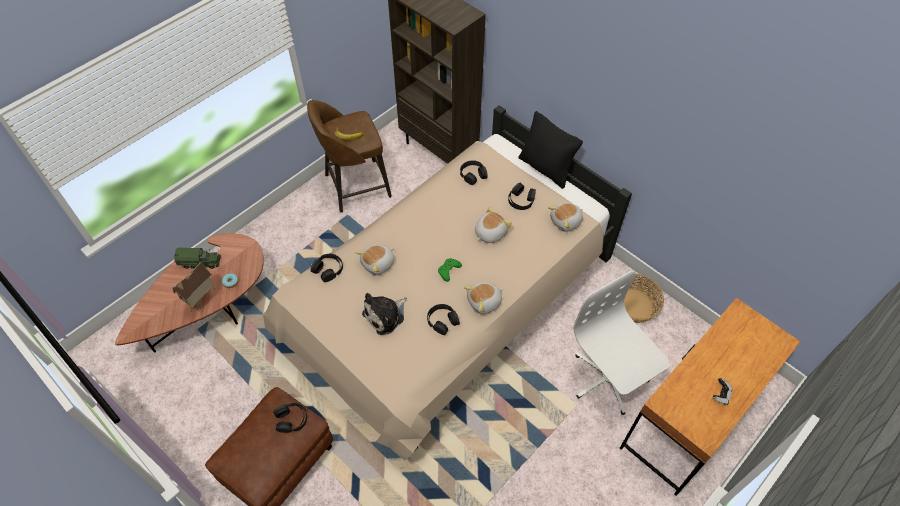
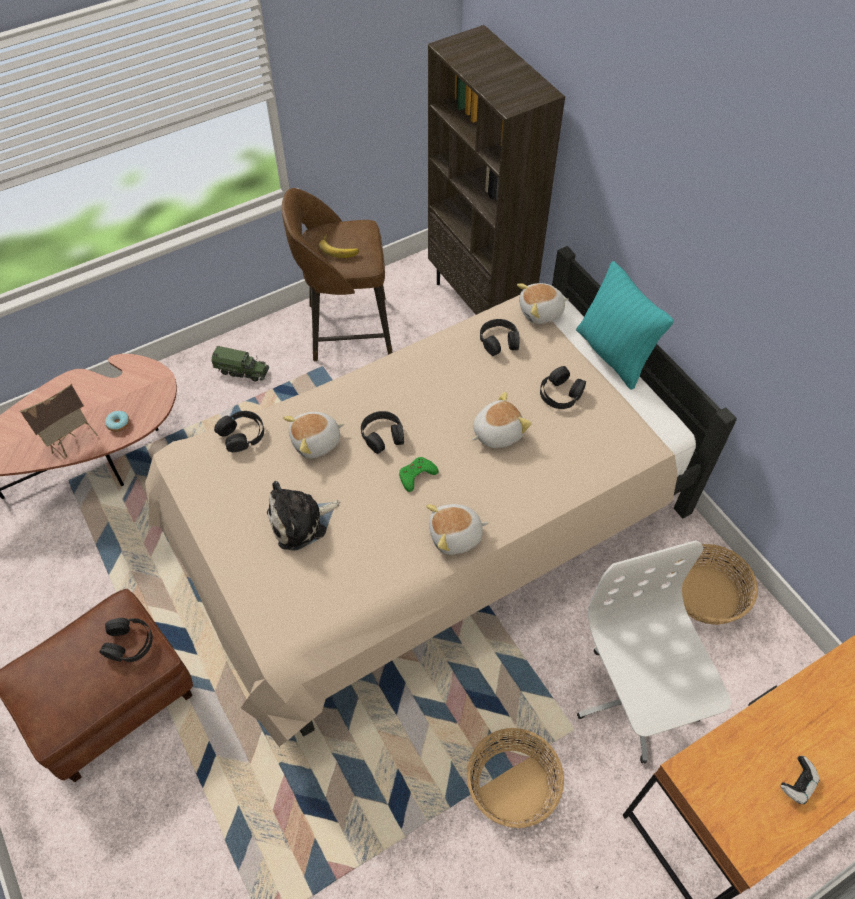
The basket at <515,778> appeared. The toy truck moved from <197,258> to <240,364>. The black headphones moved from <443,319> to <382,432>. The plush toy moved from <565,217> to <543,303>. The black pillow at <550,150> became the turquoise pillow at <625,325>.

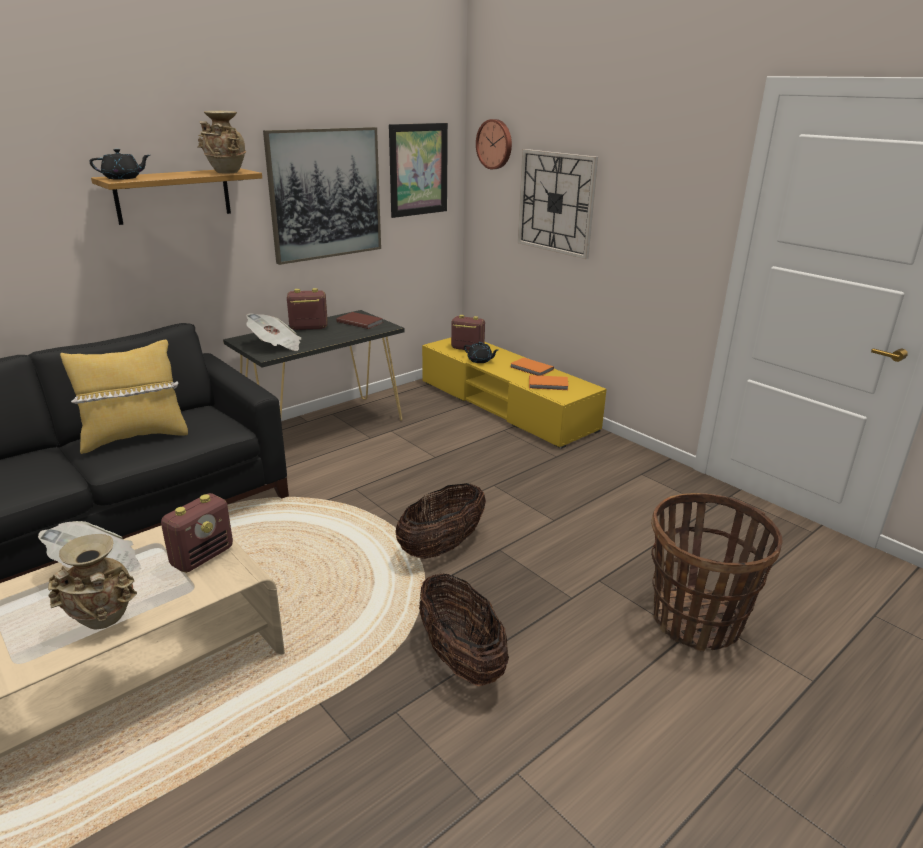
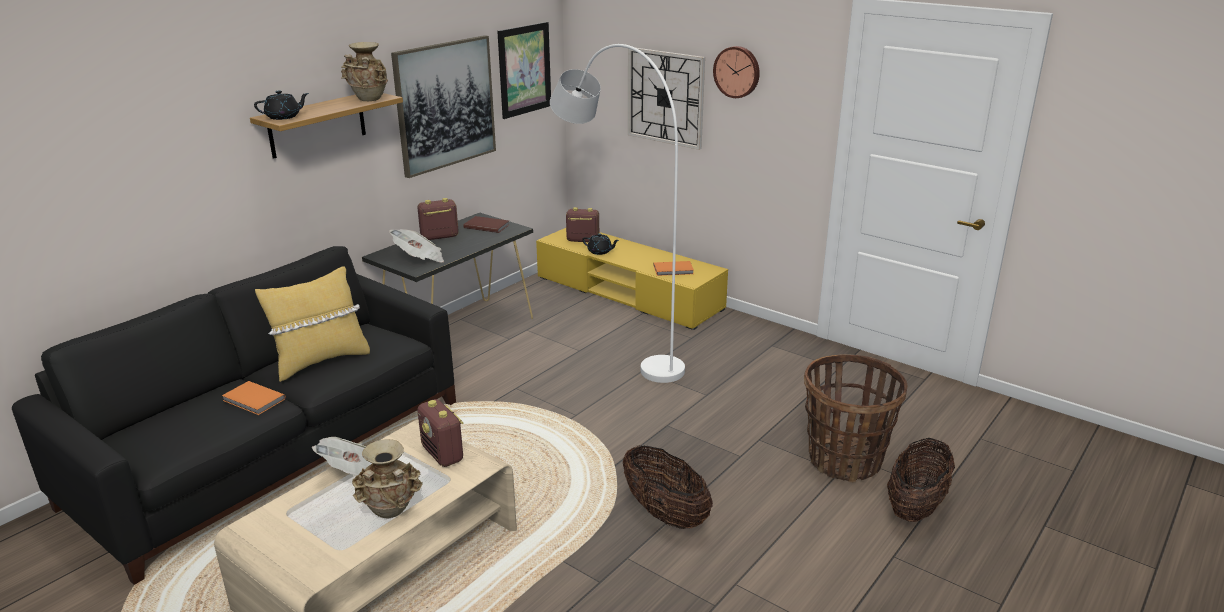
The white floor lamp at <617,213> appeared. The basket moved from <440,521> to <921,480>. The wall clock moved from <494,144> to <736,72>. The orange book moved from <532,367> to <254,398>. The radio at <197,533> turned 120 degrees clockwise.

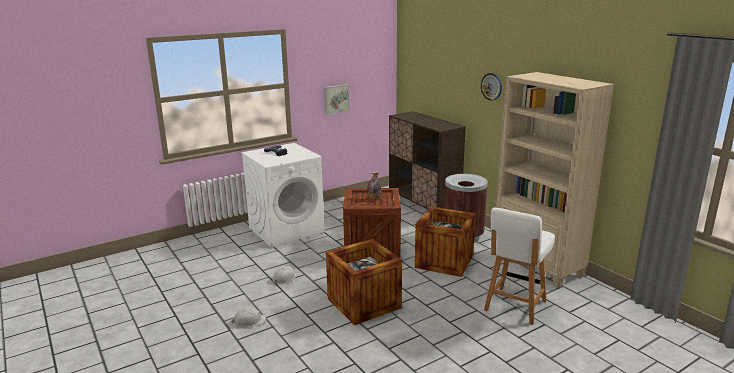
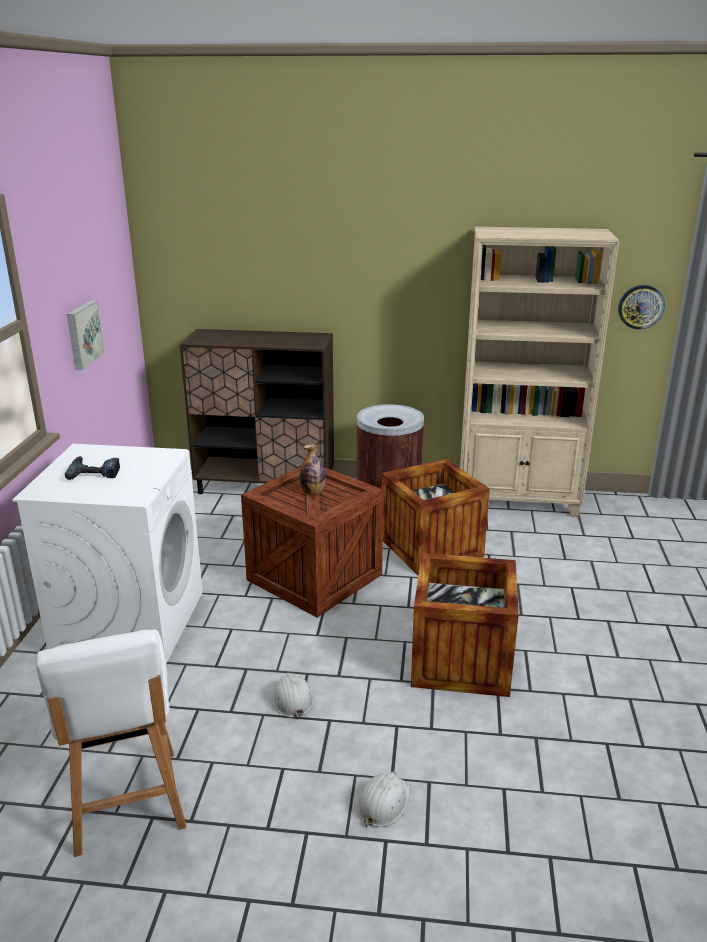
The wall clock moved from <491,87> to <641,307>. The white chair moved from <519,266> to <111,743>.

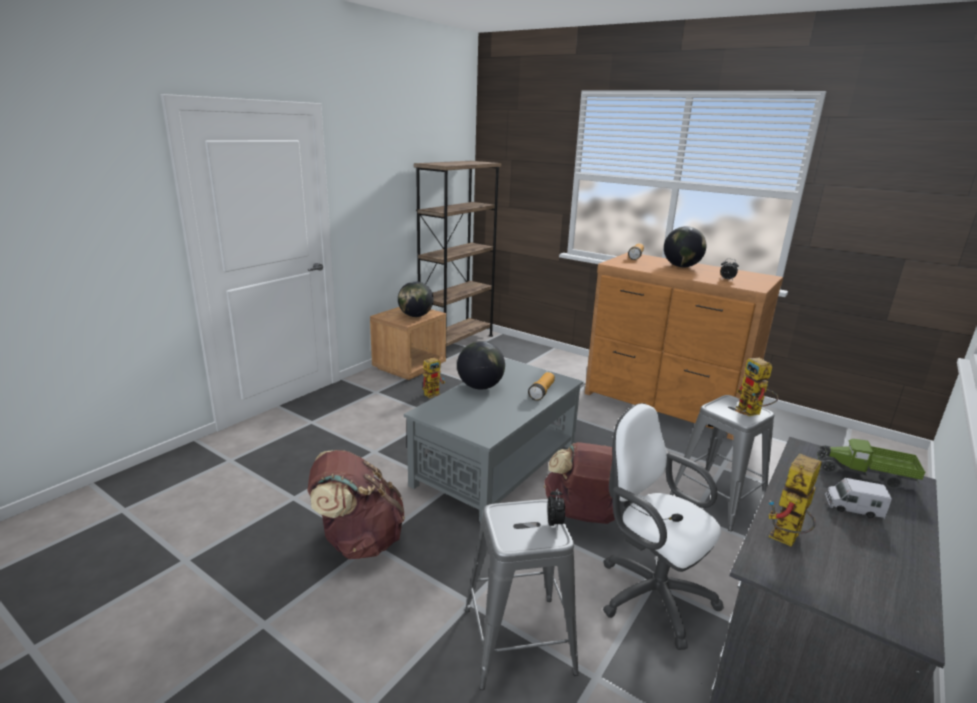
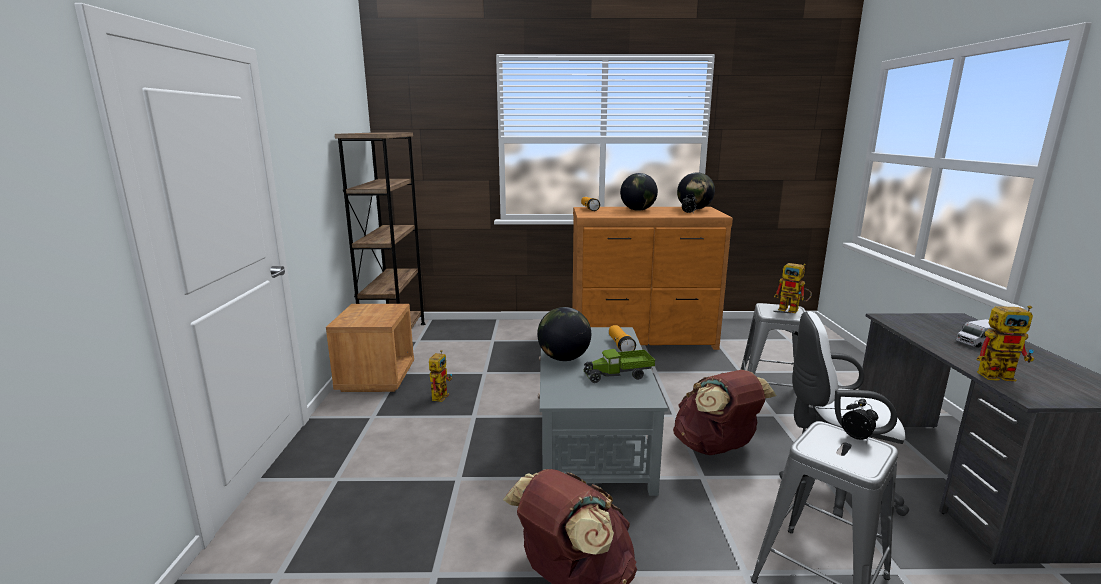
The globe moved from <416,299> to <696,191>. The toy truck moved from <871,464> to <619,366>. The toy robot at <795,500> turned 90 degrees counterclockwise.

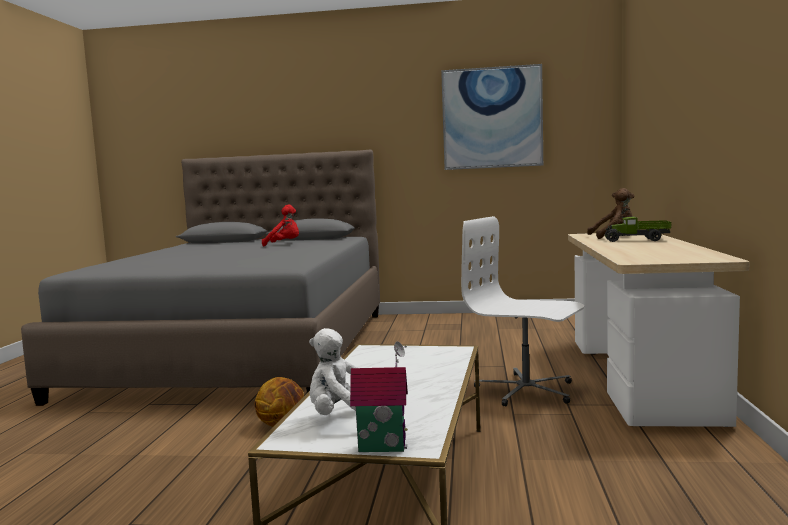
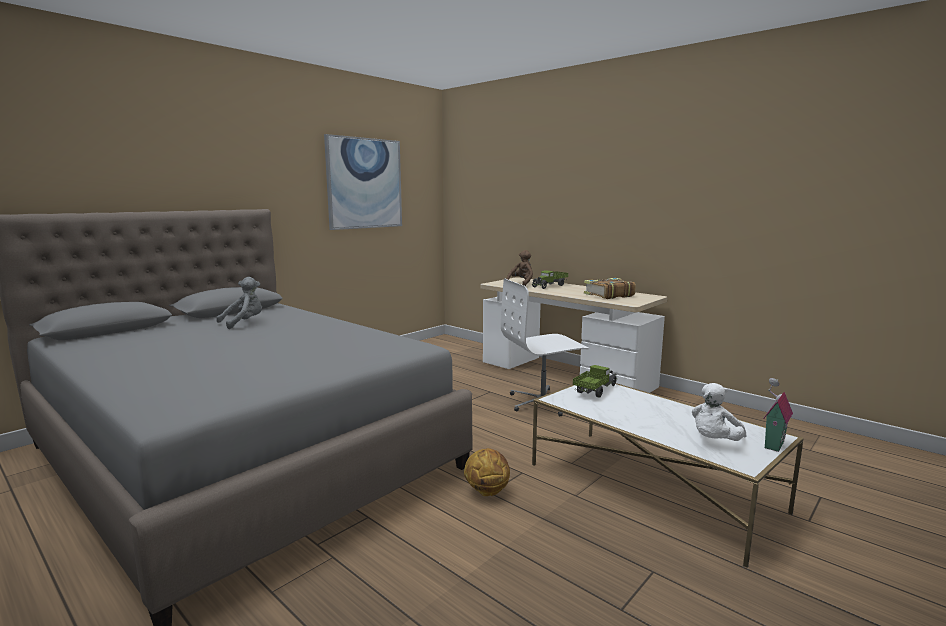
The toy truck at <595,381> appeared. The book at <610,288> appeared. The red plush toy at <280,225> became the grey plush toy at <239,303>.

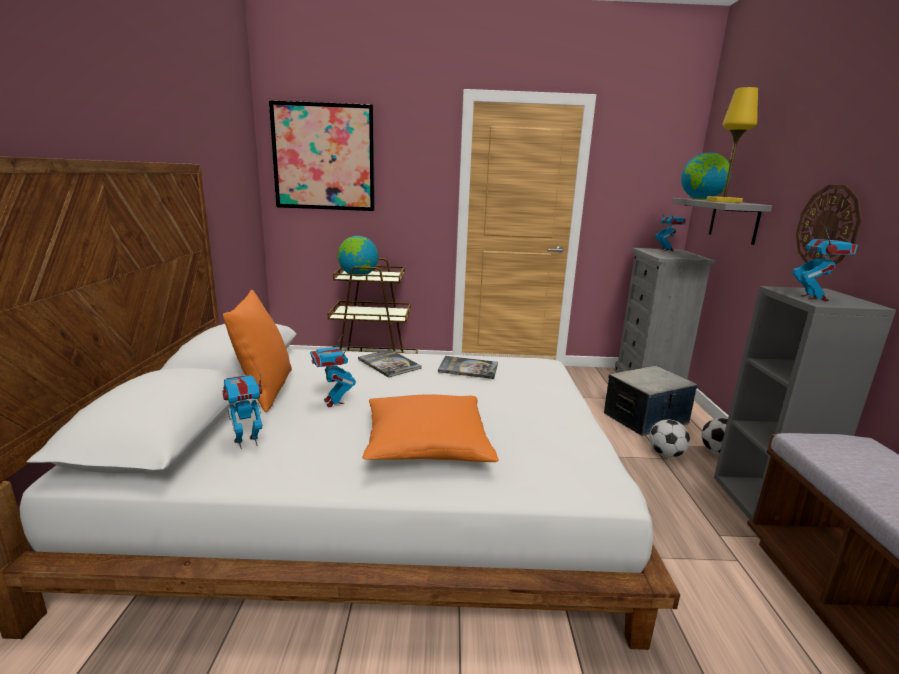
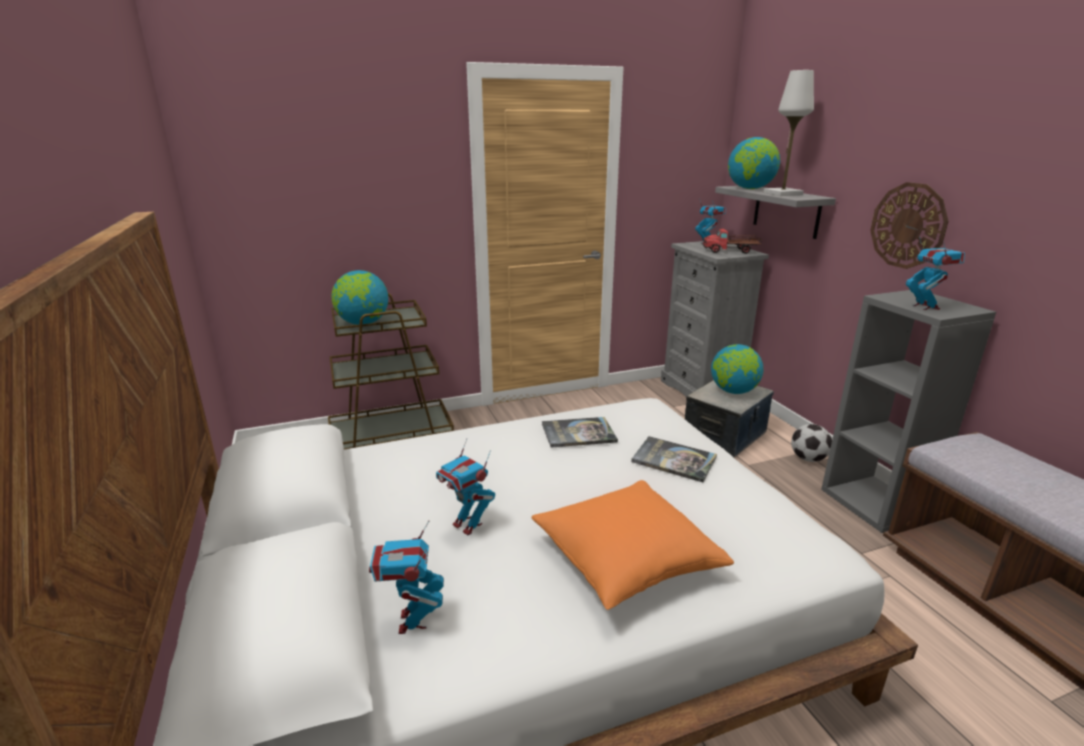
The orange pillow at <257,351> disappeared. The picture at <322,155> disappeared. The football at <669,438> disappeared. The toy truck at <732,241> appeared. The globe at <737,369> appeared. The book moved from <390,363> to <674,459>. The yellow table lamp at <732,145> became the white table lamp at <789,133>. The toy robot at <242,411> turned 45 degrees counterclockwise.

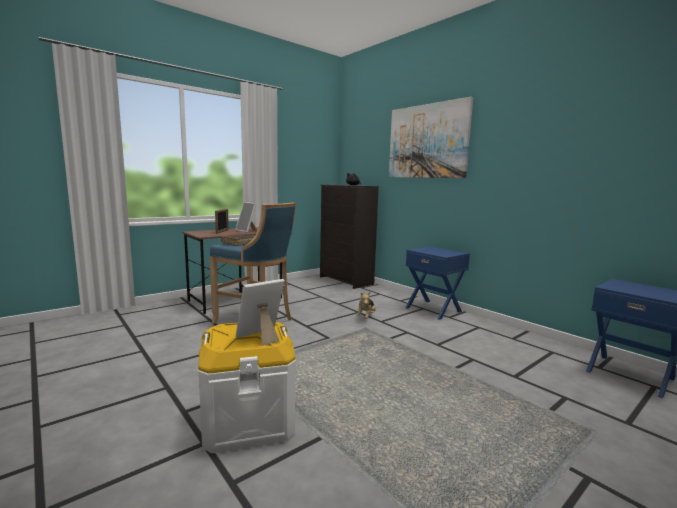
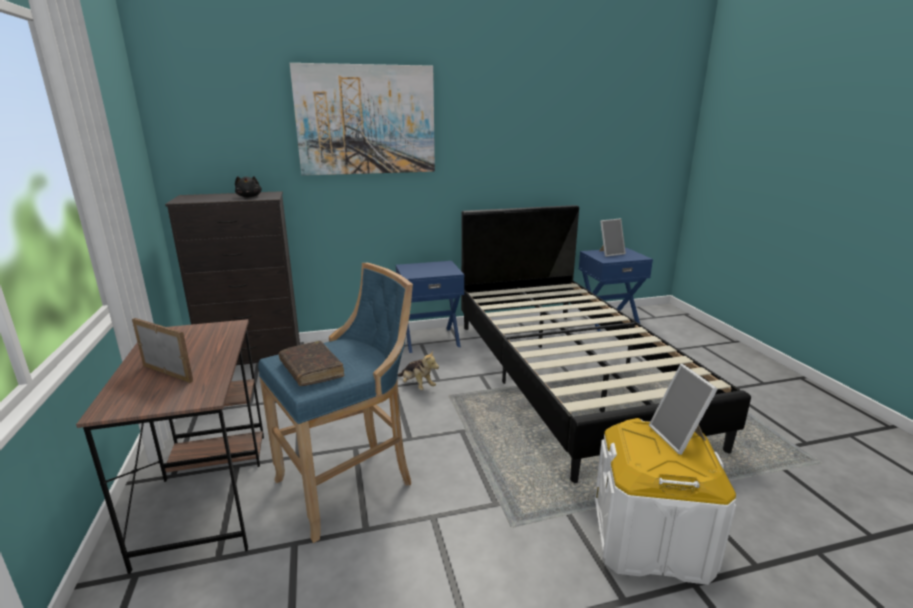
The black bed at <606,344> appeared. The picture frame moved from <246,217> to <612,237>.

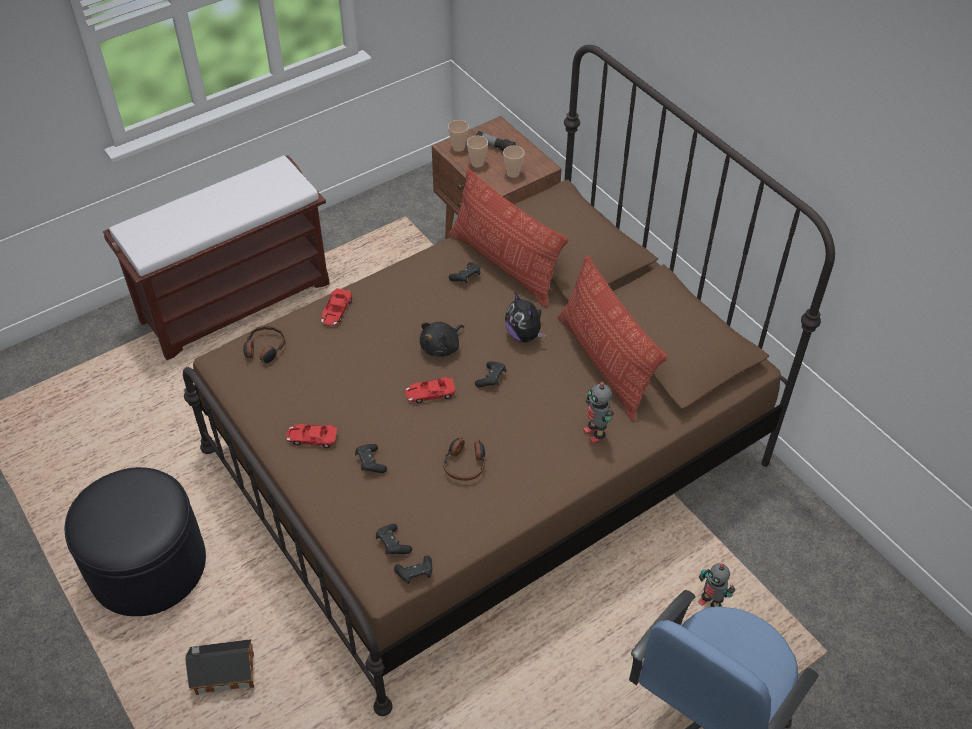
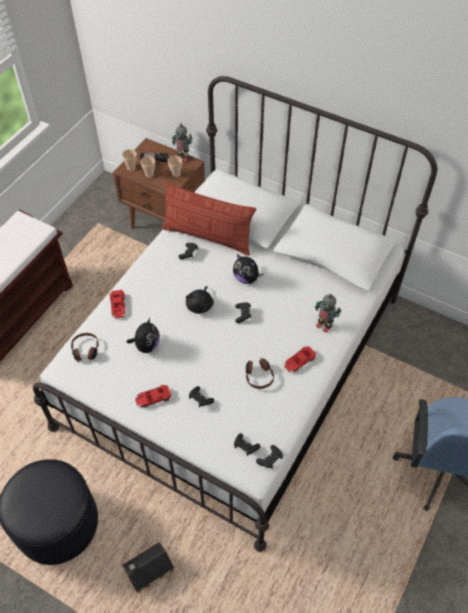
The pillow at <612,338> disappeared. The plush toy at <143,335> appeared. The red toy car moved from <430,390> to <300,359>. The toy robot moved from <716,585> to <182,143>. The brown bed at <509,380> became the white bed at <235,314>.

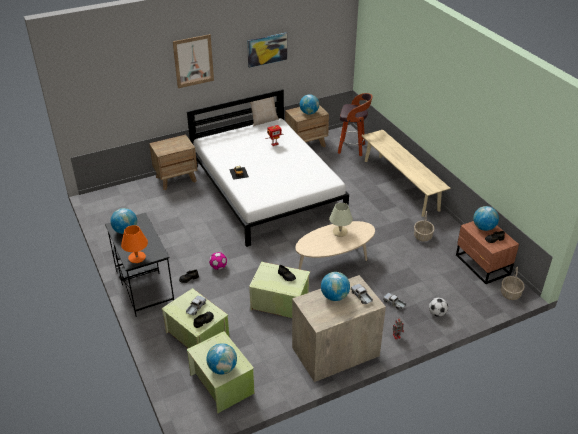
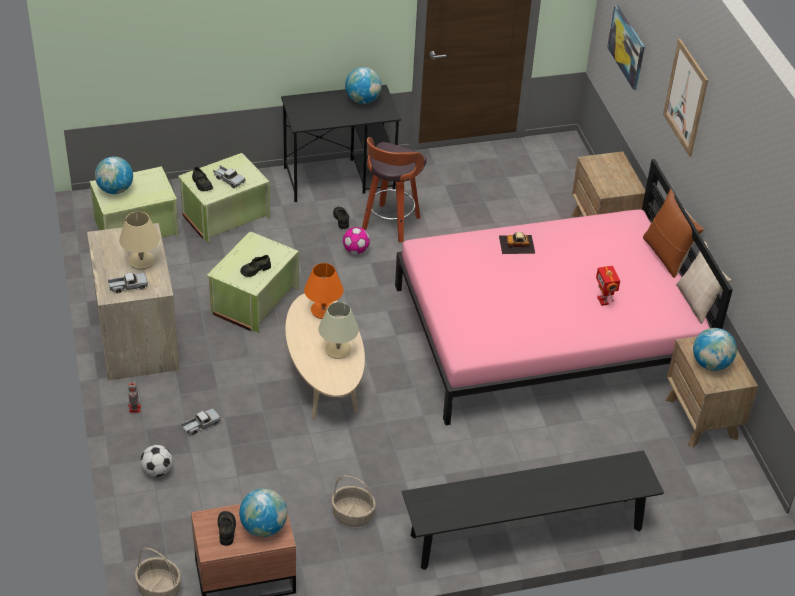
The brown pillow at <673,233> appeared. The orange table lamp moved from <134,244> to <323,291>. The picture moved from <267,50> to <626,47>. The stool moved from <355,124> to <394,189>. The globe at <335,286> was replaced by the beige table lamp at <139,241>. The white bed at <268,168> became the pink bed at <564,292>. The beige bench at <406,173> became the black bench at <533,510>.

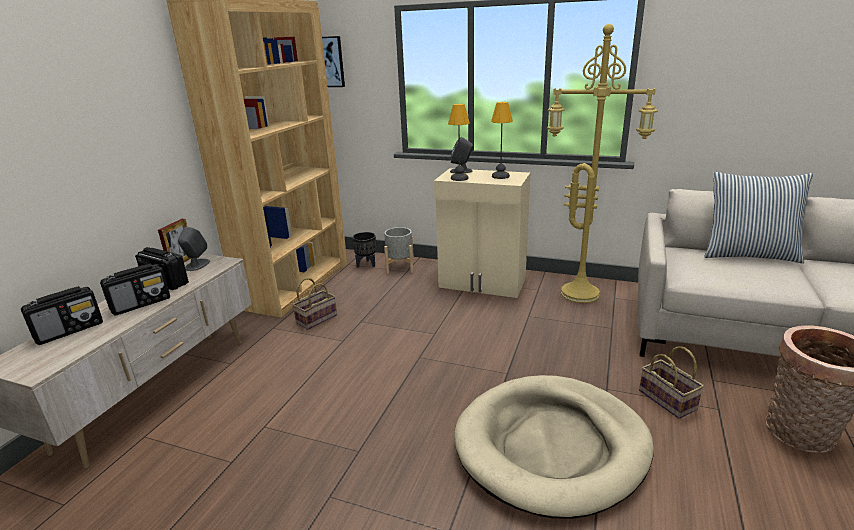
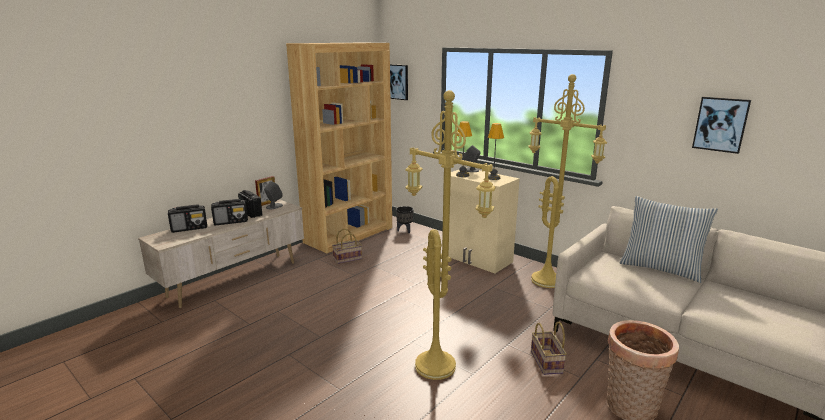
The grey planter at <399,250> disappeared. The picture at <721,125> appeared. The beige dog bed at <553,447> was replaced by the yellow floor lamp at <450,235>.

